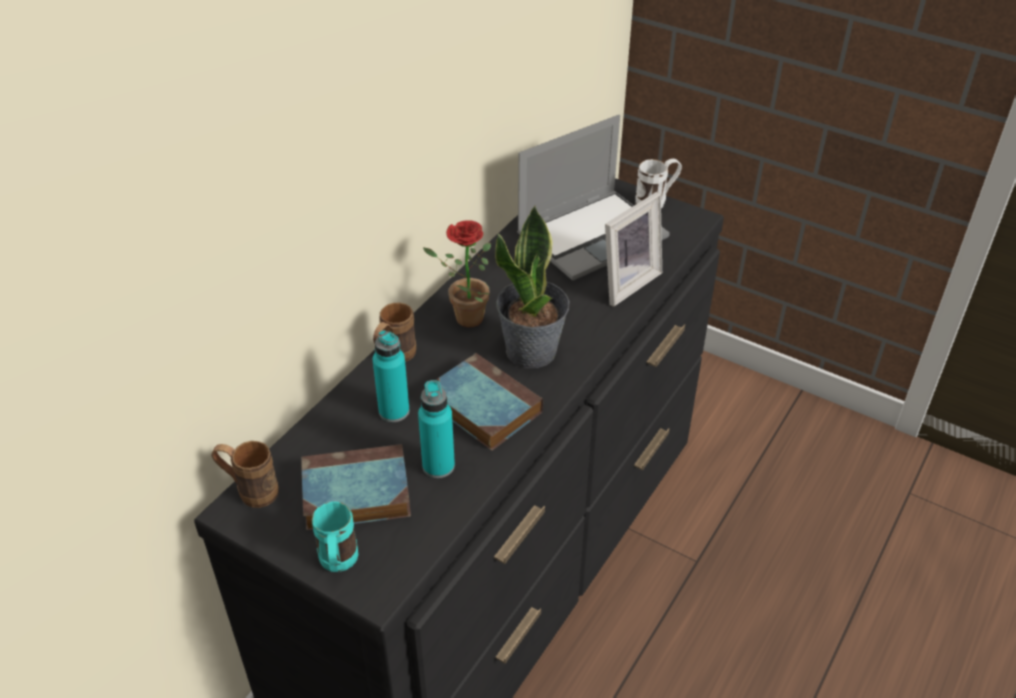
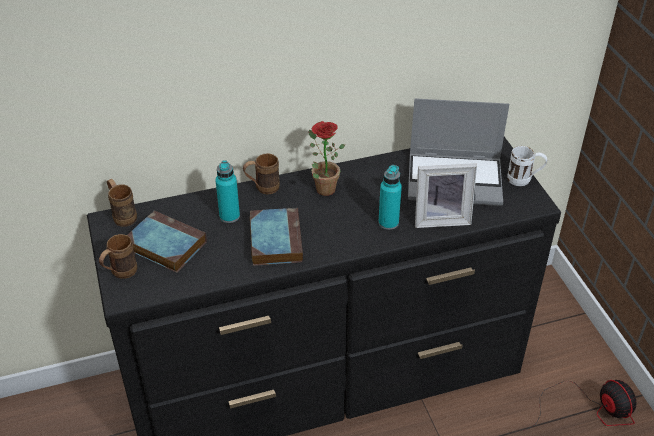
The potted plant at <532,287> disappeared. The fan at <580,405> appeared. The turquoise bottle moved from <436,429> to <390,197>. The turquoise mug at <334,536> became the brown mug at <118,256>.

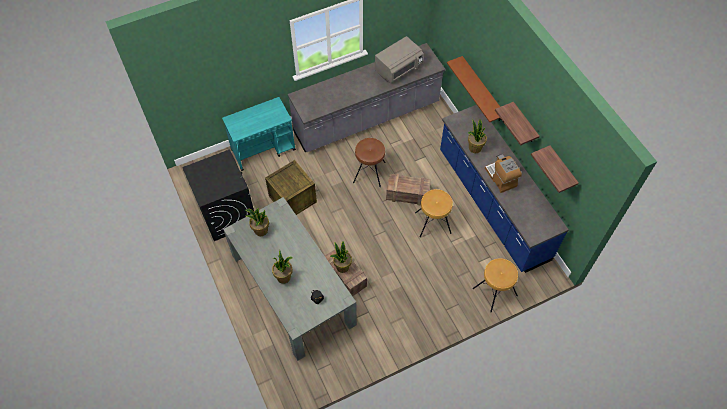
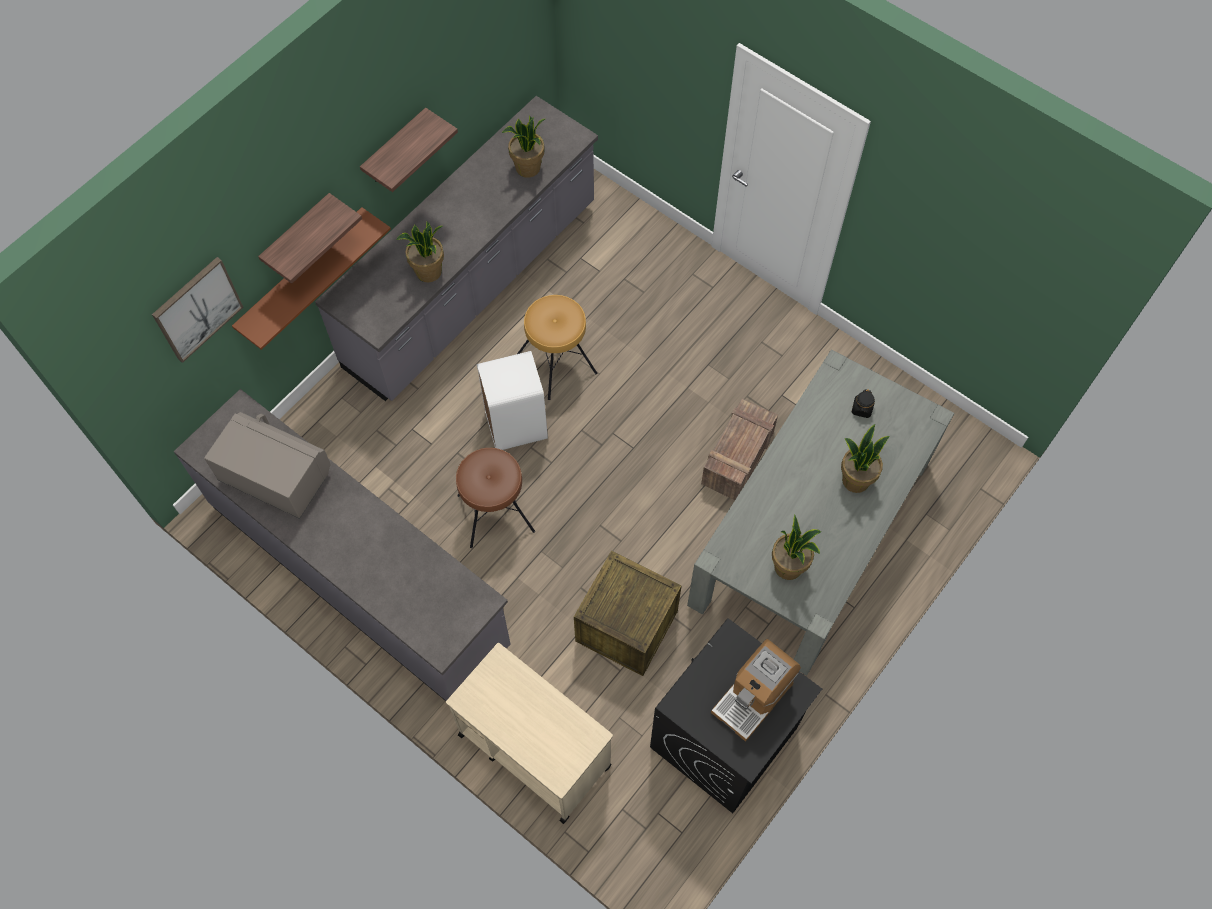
The brown stool at <495,285> disappeared. The picture at <197,310> appeared. The potted plant moved from <341,257> to <523,146>. The coffee machine moved from <503,173> to <756,690>. The shelf moved from <555,169> to <310,238>. The crate at <408,189> was replaced by the white trash can at <512,400>. The turquoise cart at <259,134> became the beige cart at <529,733>. The blue counter at <504,189> became the grey counter at <456,248>.

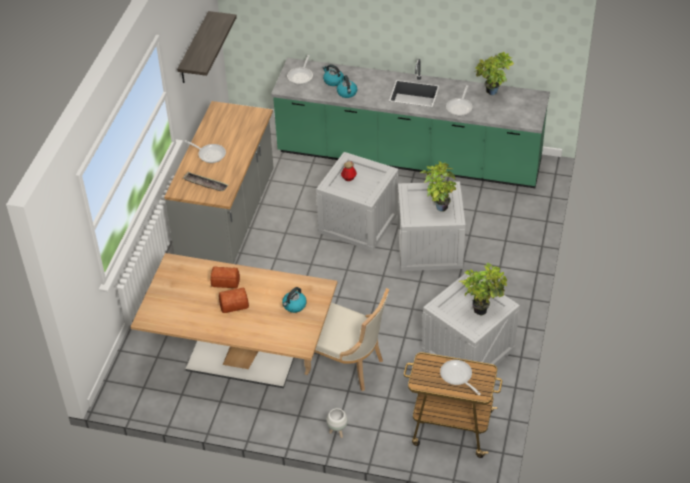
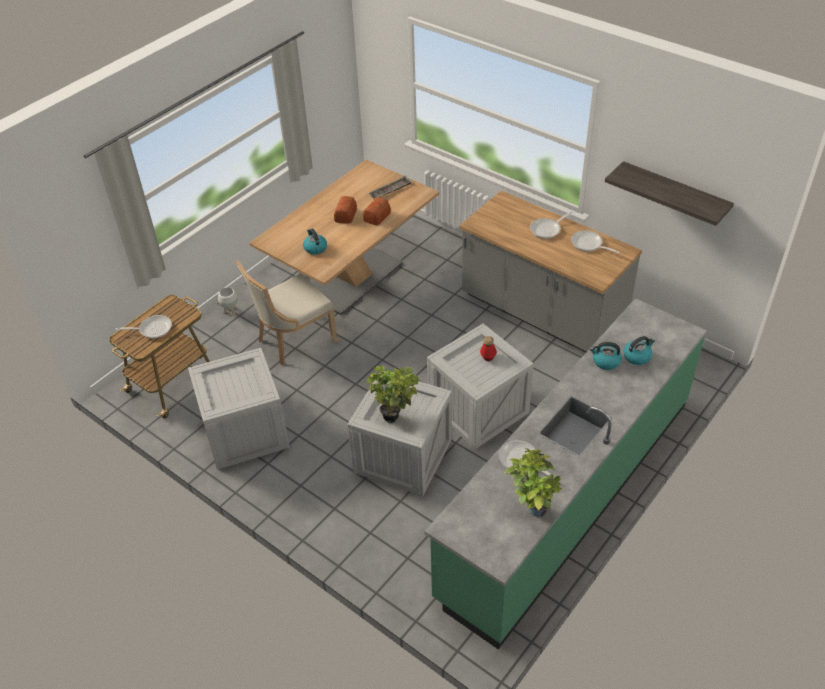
The potted plant at <482,289> disappeared. The tray moved from <205,181> to <390,188>. The frying pan moved from <300,70> to <595,241>.

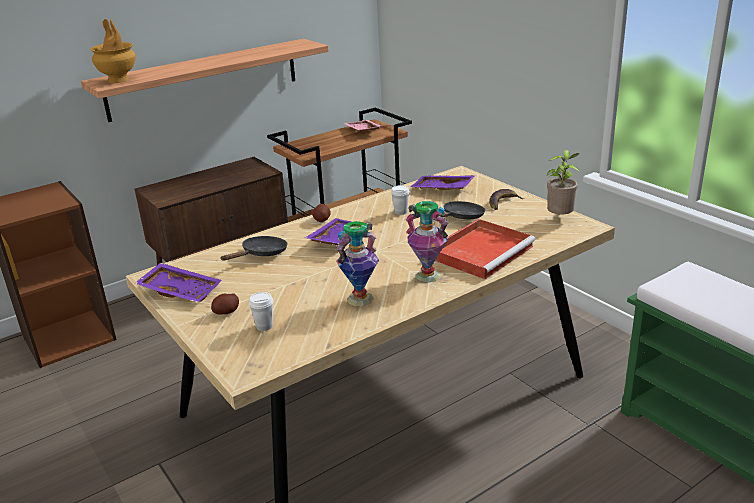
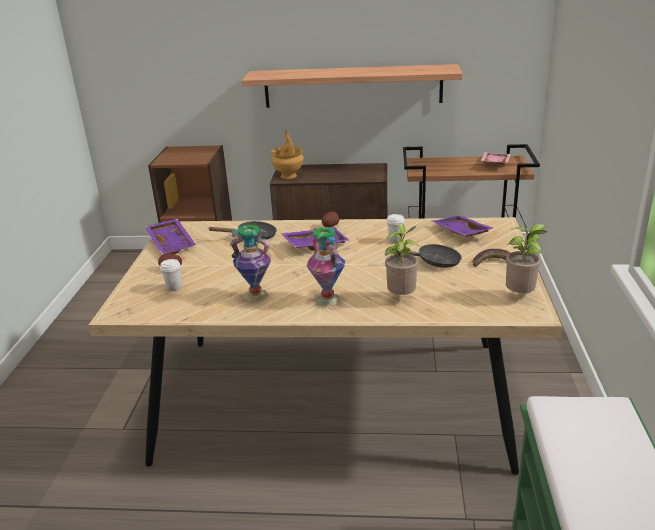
The brown vase moved from <113,51> to <287,154>. The red tray at <485,249> was replaced by the potted plant at <402,259>.

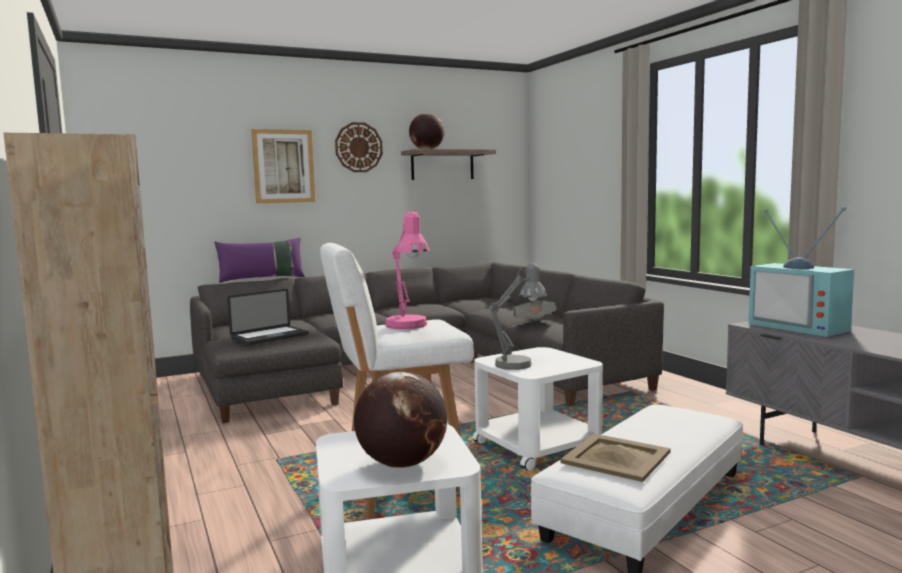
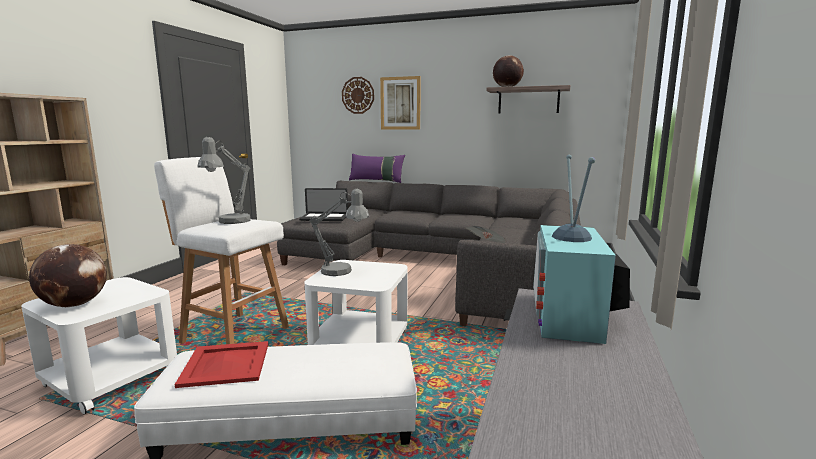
The wall clock moved from <359,147> to <358,95>. The pink table lamp at <407,270> became the grey table lamp at <224,180>. The beige tray at <615,458> became the red tray at <221,364>.

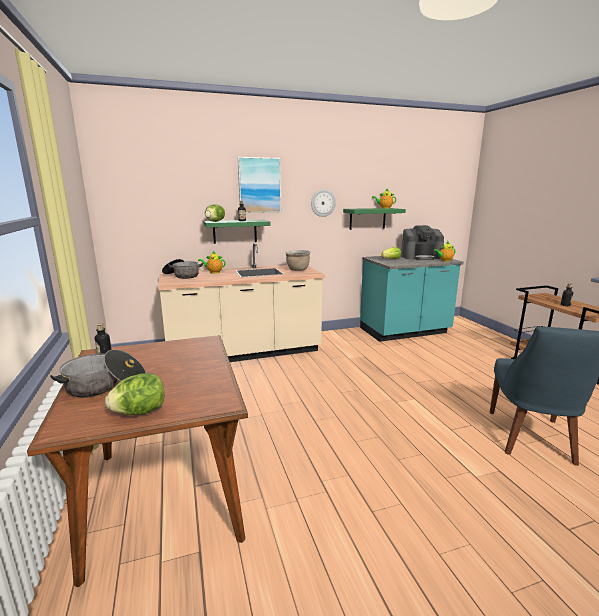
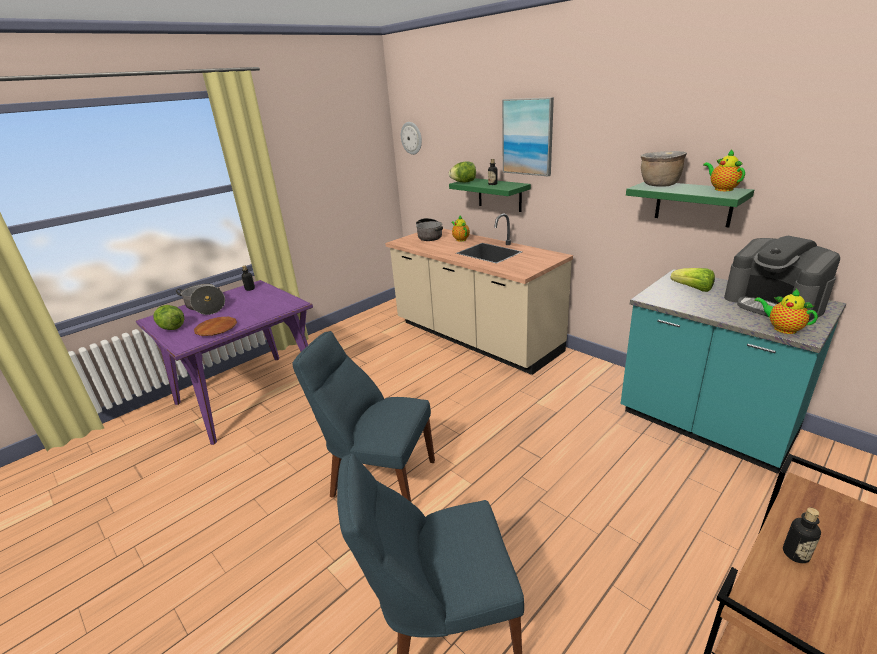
The brown plate at <215,326> appeared. The blue chair at <363,416> appeared. The brown cooking pot moved from <298,260> to <664,169>. The wall clock moved from <323,203> to <411,138>. The brown dining table at <137,461> became the purple dining table at <224,362>.

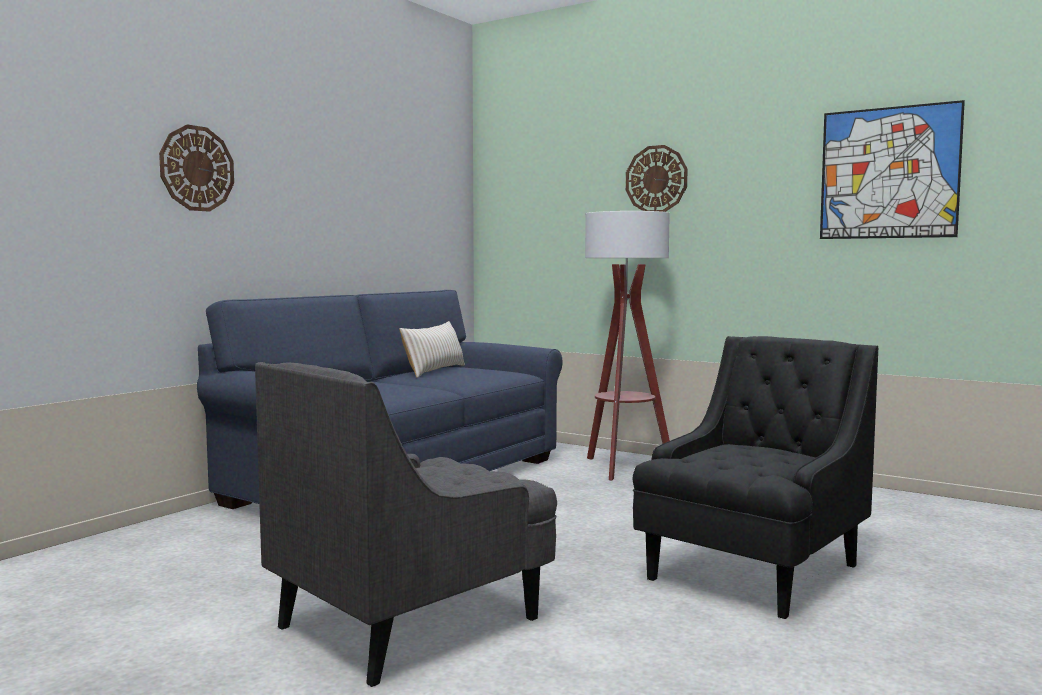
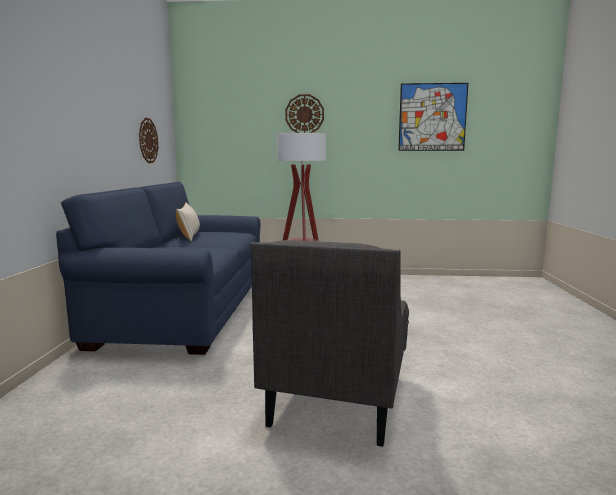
The black armchair at <755,477> disappeared. The wall clock moved from <196,168> to <148,140>.

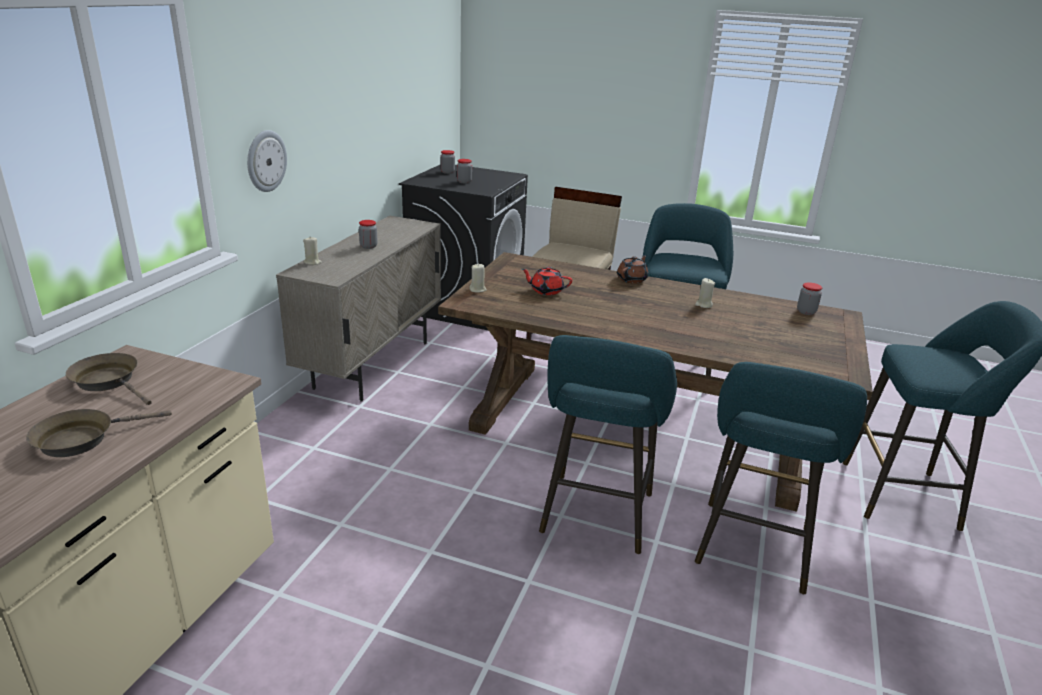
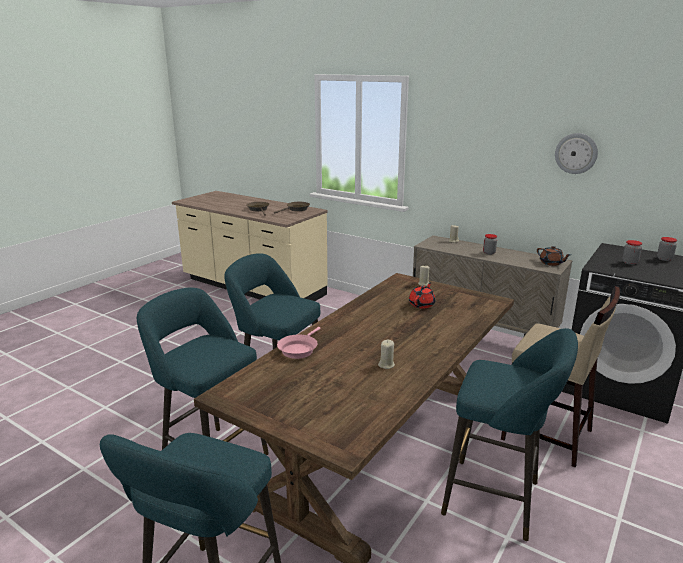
The jar at <809,298> disappeared. The pink frying pan at <298,343> appeared. The wall clock moved from <267,161> to <576,153>. The brown teapot moved from <632,269> to <554,256>.

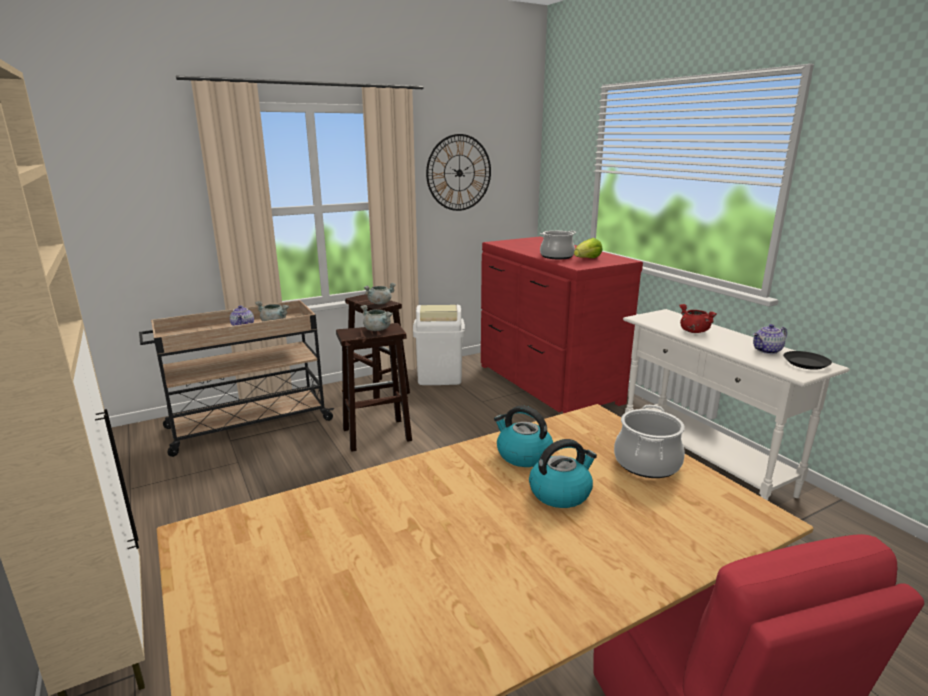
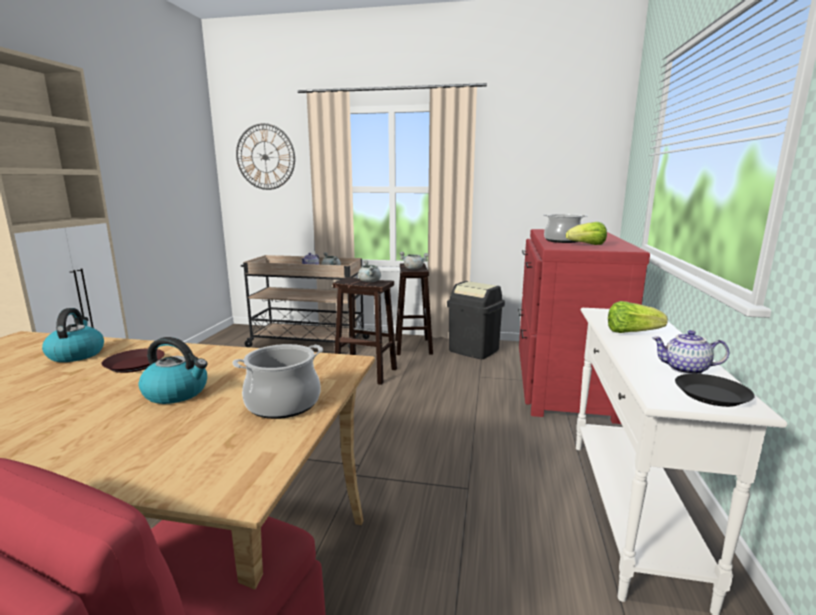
The brown plate at <133,360> appeared. The wall clock moved from <458,172> to <265,156>. The kettle moved from <523,436> to <73,335>. The red cooking pot at <698,318> was replaced by the lettuce at <638,317>. The white trash can at <439,345> became the black trash can at <476,320>.

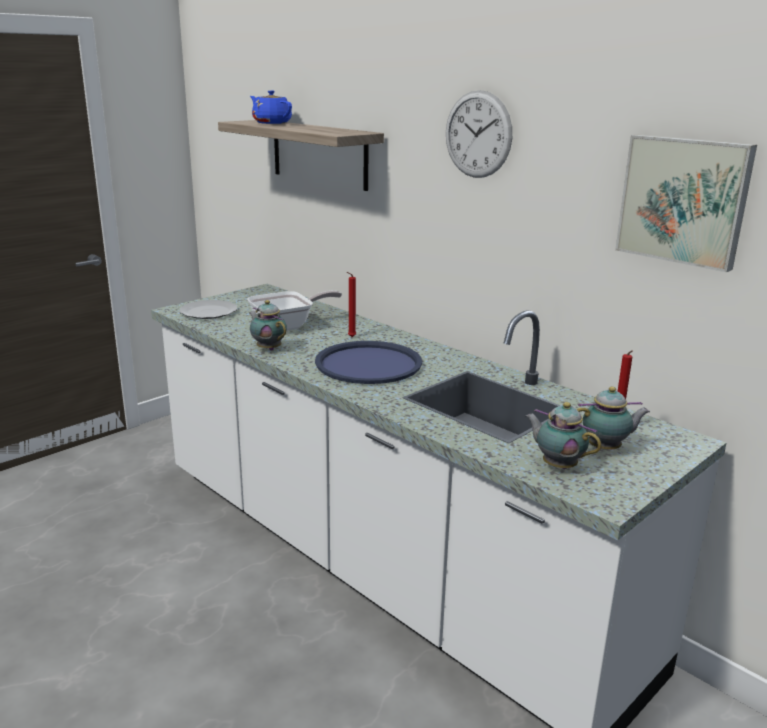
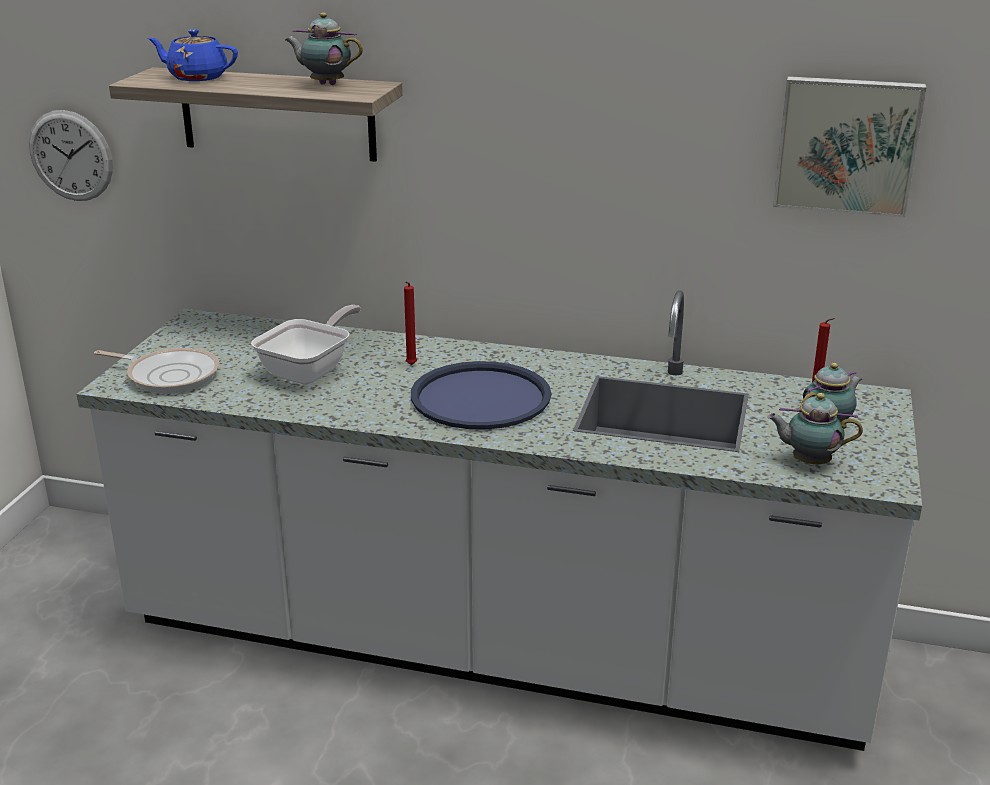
The teapot moved from <268,325> to <324,49>. The wall clock moved from <479,134> to <71,155>. The plate at <208,309> was replaced by the frying pan at <156,370>.

